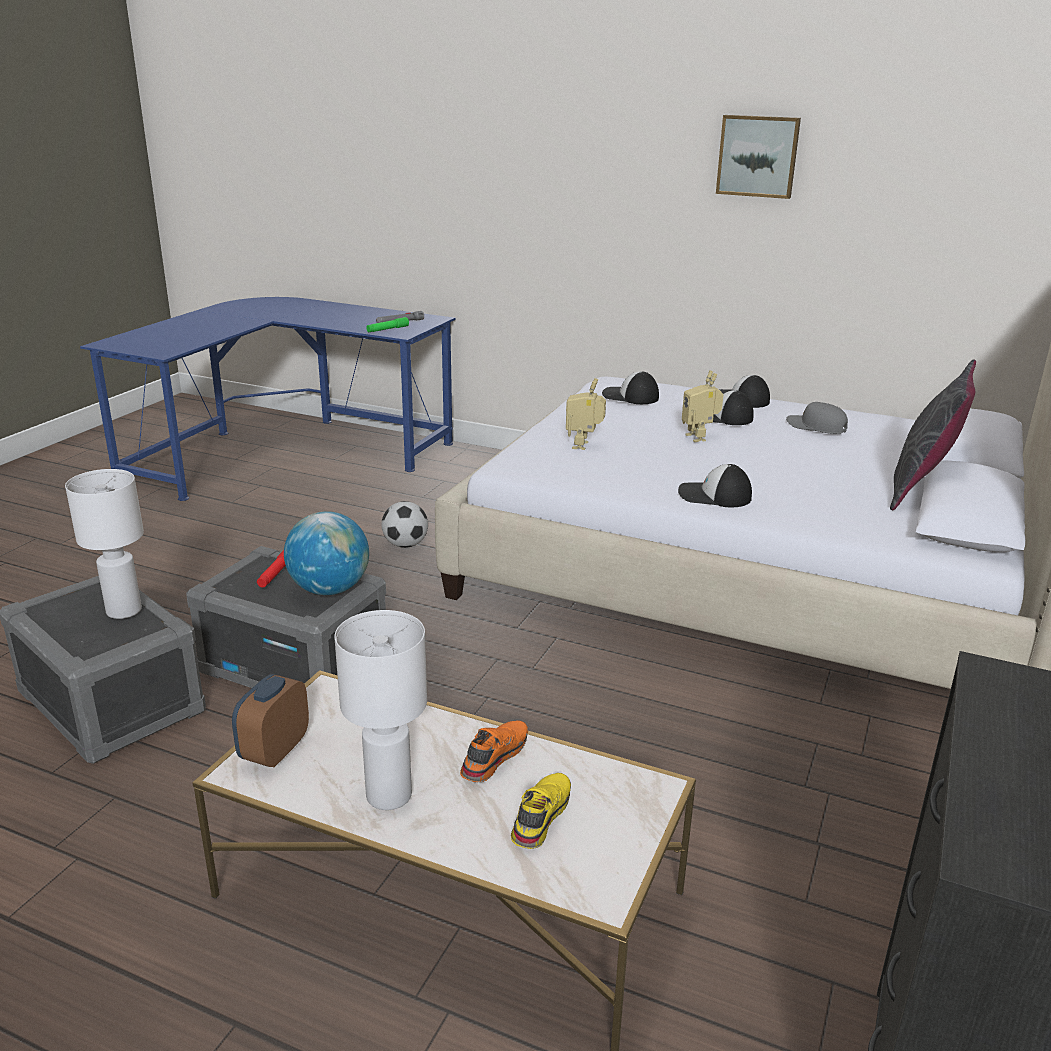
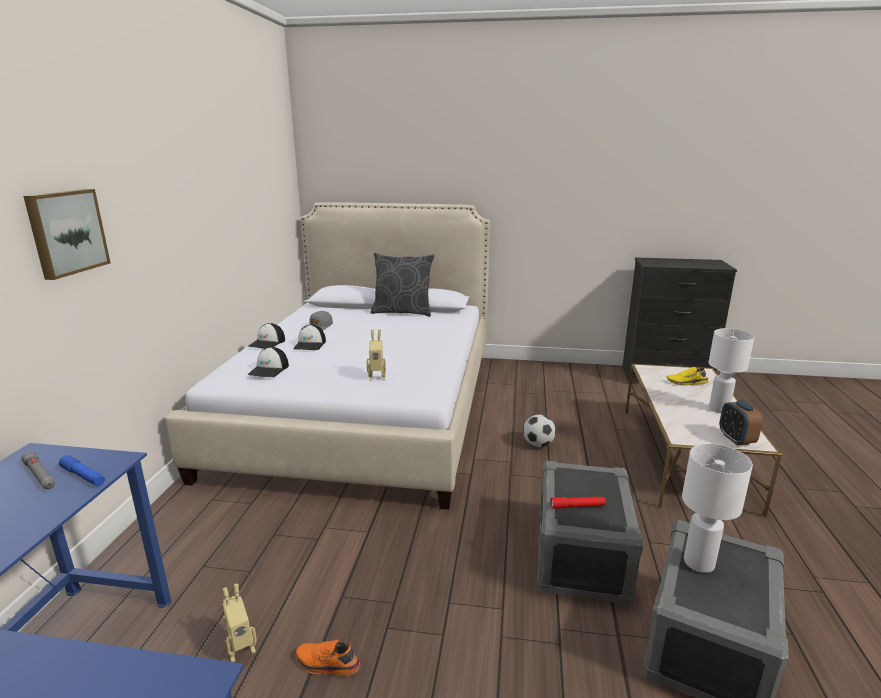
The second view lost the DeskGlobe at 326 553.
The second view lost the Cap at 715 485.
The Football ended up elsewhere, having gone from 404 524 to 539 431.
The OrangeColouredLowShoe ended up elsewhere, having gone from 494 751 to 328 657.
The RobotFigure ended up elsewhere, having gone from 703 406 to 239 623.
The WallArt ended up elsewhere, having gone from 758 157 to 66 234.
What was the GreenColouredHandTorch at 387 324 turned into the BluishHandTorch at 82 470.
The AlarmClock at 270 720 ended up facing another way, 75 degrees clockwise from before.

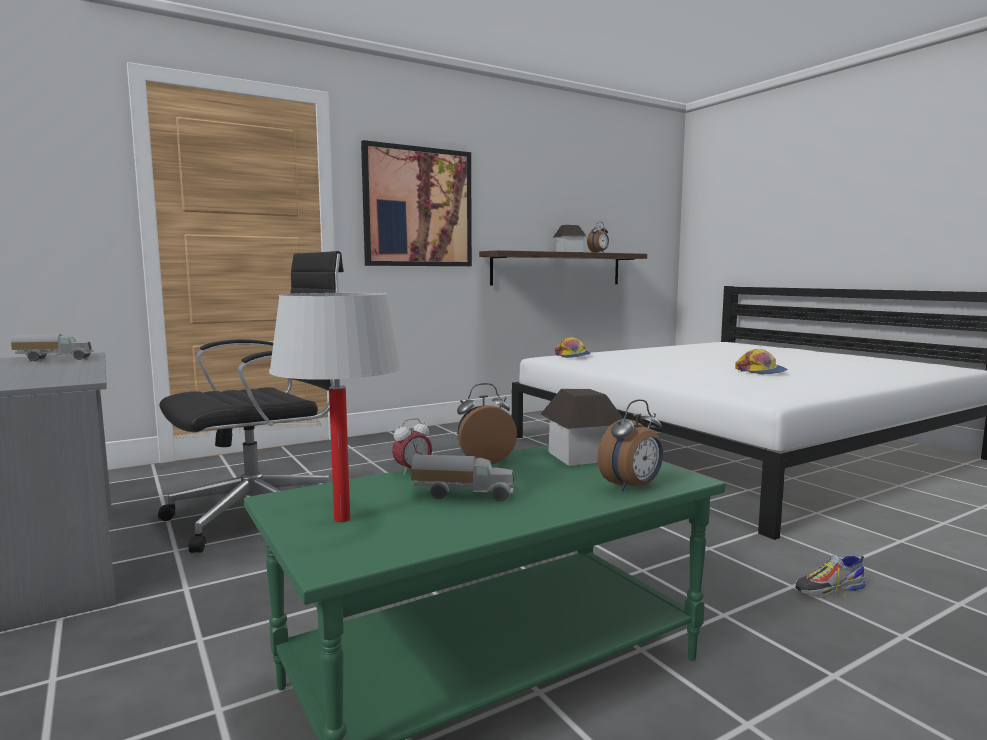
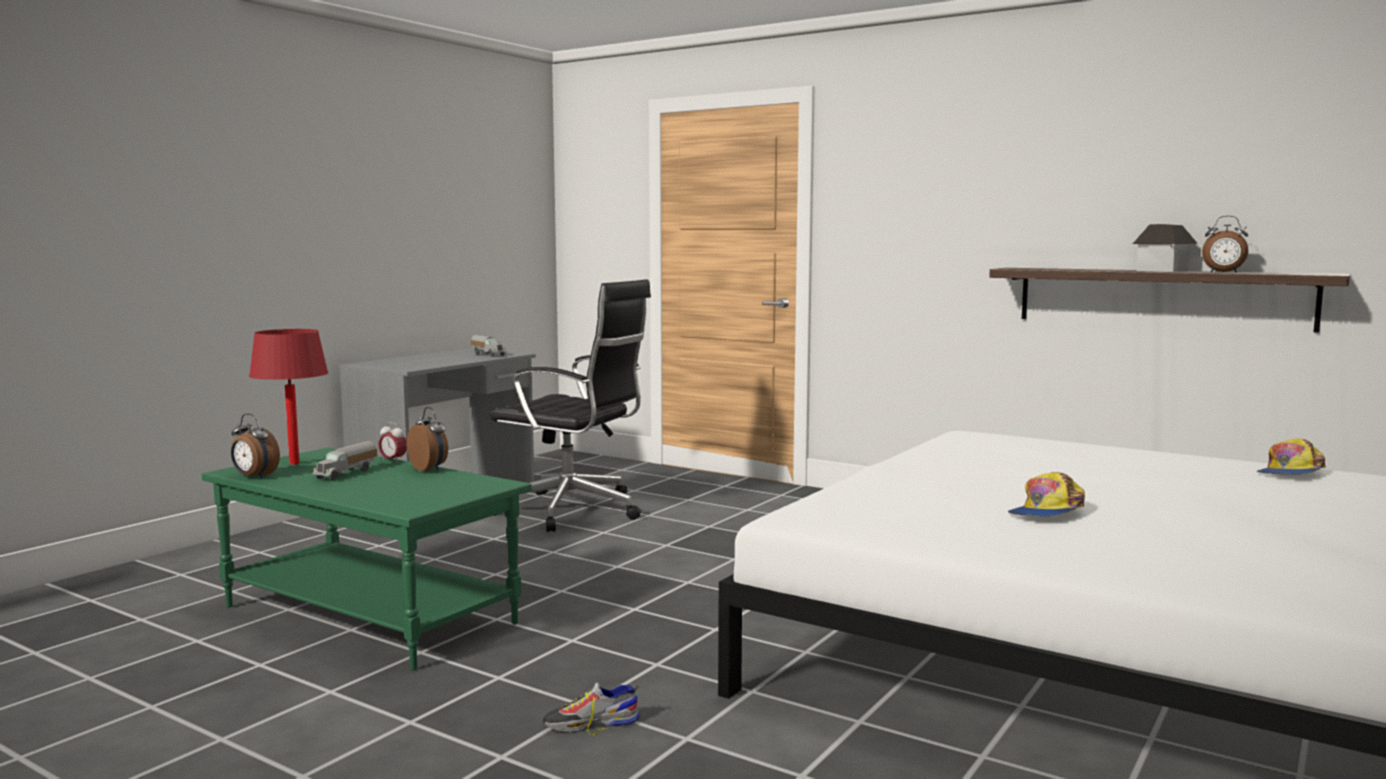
The second view lost the WallArt at 416 203.
The second view lost the MiniatureHouse at 582 427.
The Cap ended up elsewhere, having gone from 573 347 to 1291 456.
The AlarmClock ended up elsewhere, having gone from 630 445 to 255 446.
What was the WhiteColouredTableLamp at 335 407 turned into the RedTableLamp at 288 397.
The ToyLorry at 463 478 ended up facing another way, 45 degrees clockwise from before.
The LowShoe at 830 577 ended up facing another way, 60 degrees counterclockwise from before.

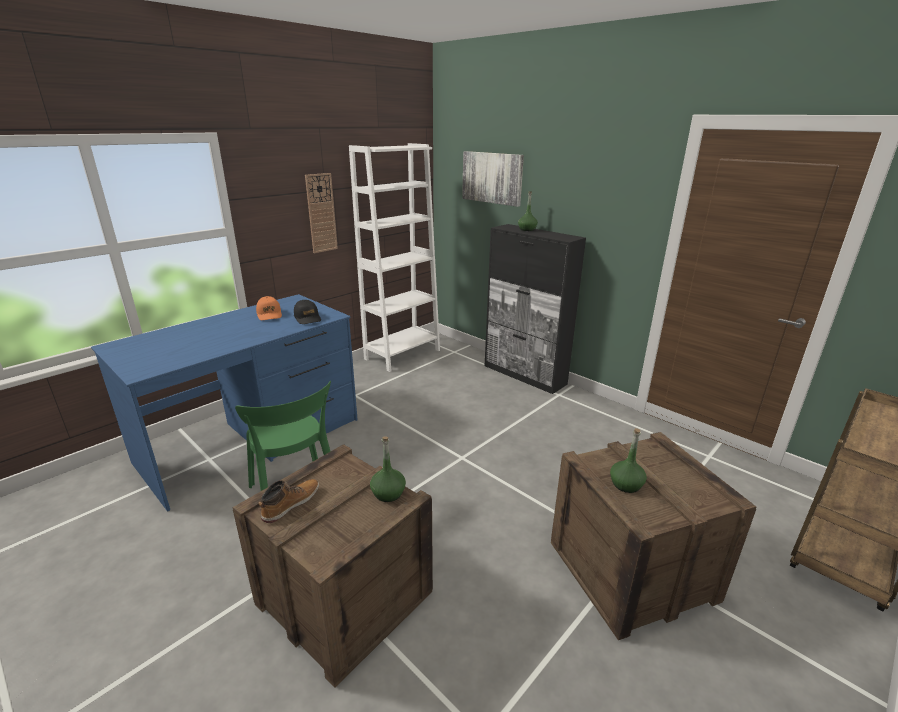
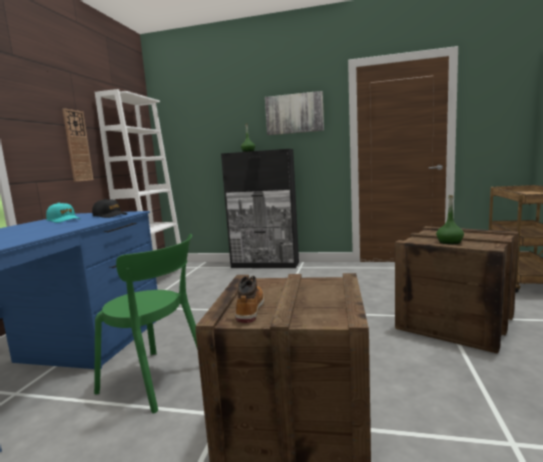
The second view lost the GreenColouredBeverageBottle at 388 469.
The WallArt ended up elsewhere, having gone from 493 179 to 294 113.
What was the OrangeColouredCap at 269 308 turned into the TurquoiseColouredCap at 63 213.

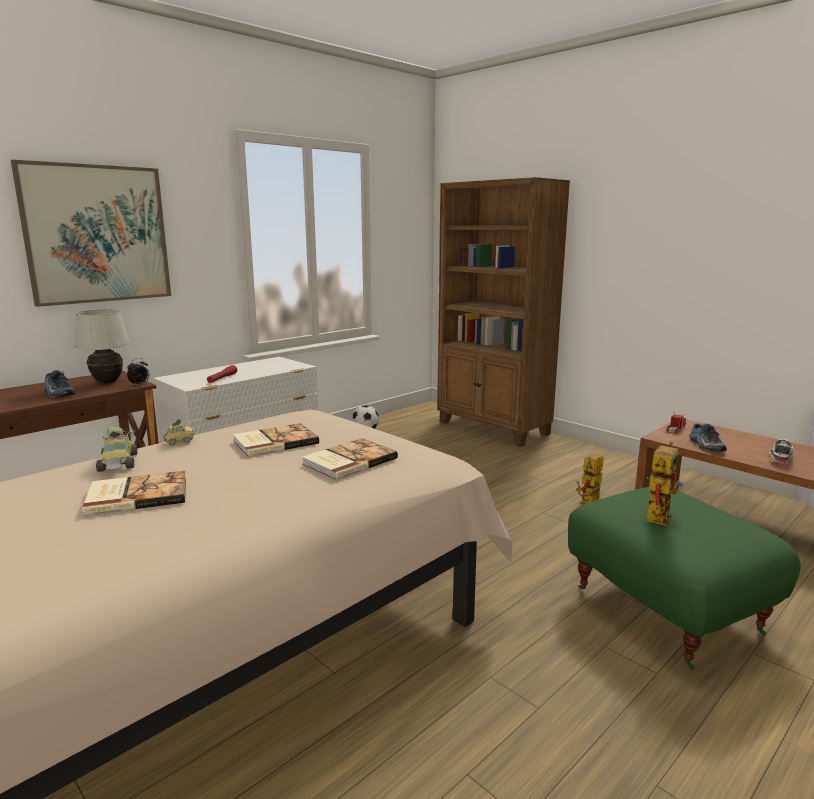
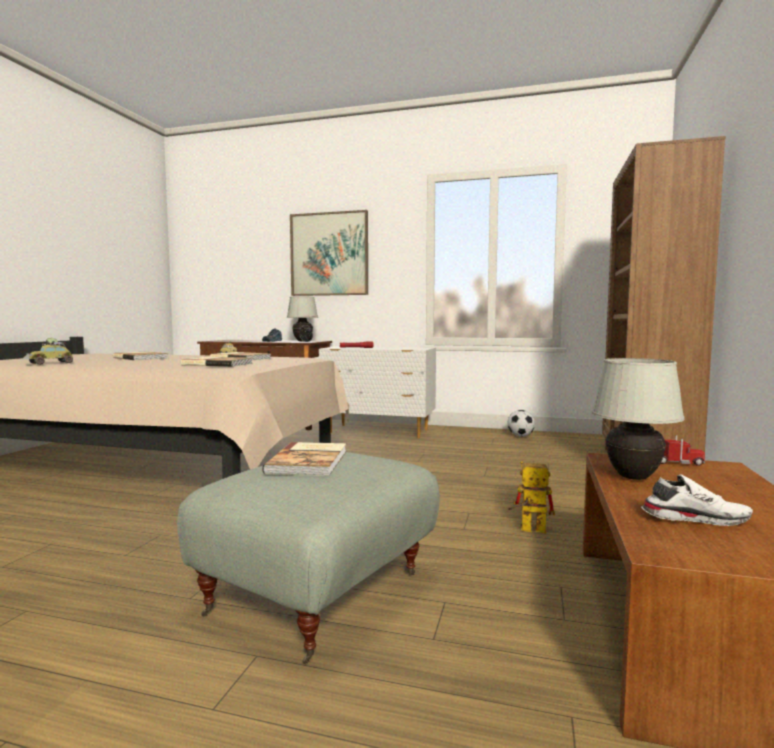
The MiniatureCar ended up elsewhere, having gone from 117 449 to 47 351.
Where the RobotFigure stood at 665 484, the BoundBook came to stand at 304 459.
Where the LowShoe stood at 708 438, the WhiteColouredTableLamp came to stand at 638 419.
What was the GreenColouredFootrest at 684 578 turned into the GrayFootrest at 308 558.

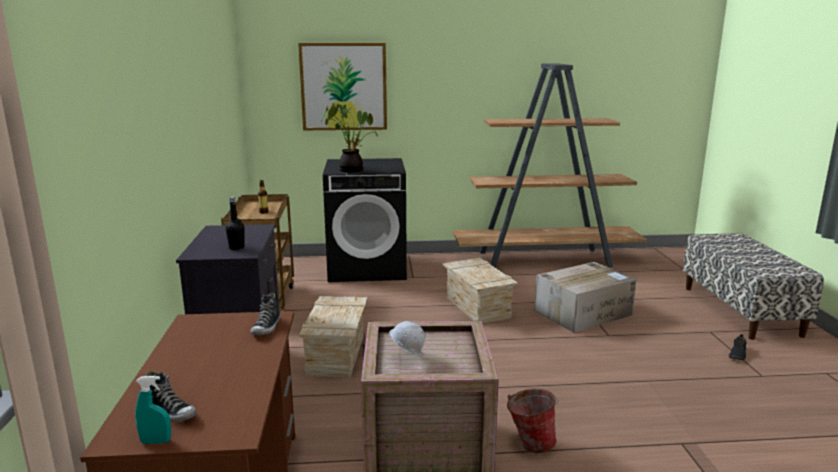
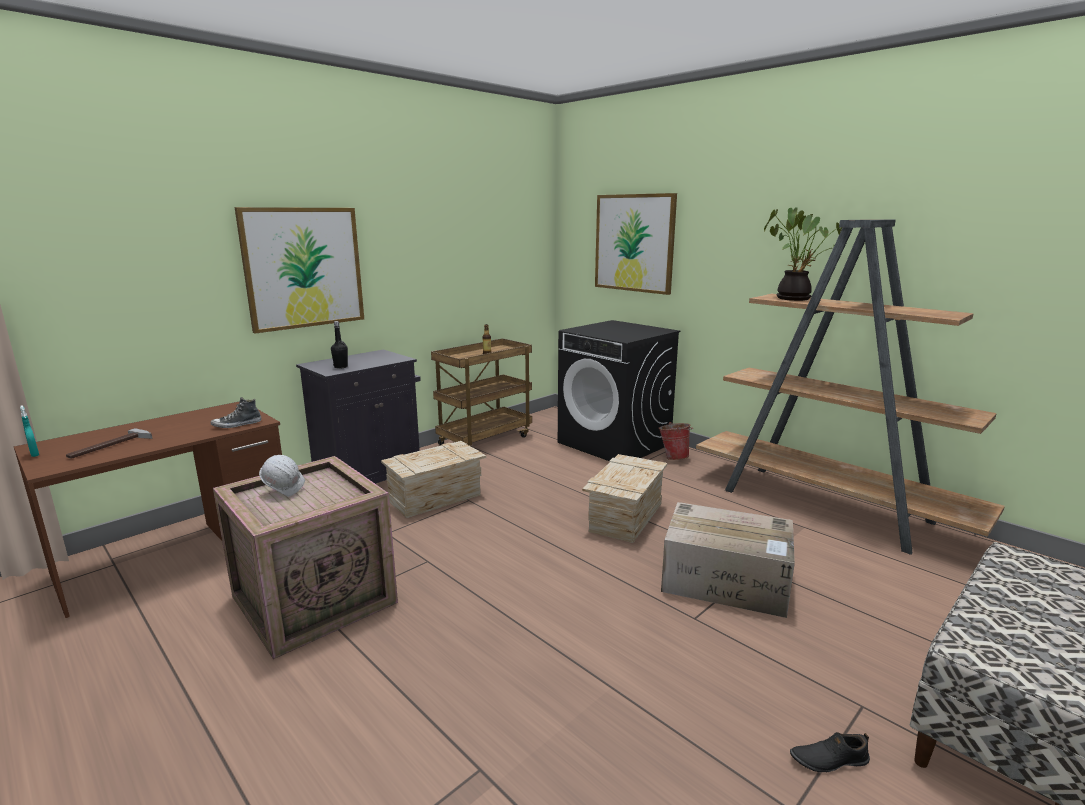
The second view lost the LowShoe at 170 396.
The second view gained the ToolHammer at 109 443.
The second view gained the WallArt at 299 270.
The Houseplant ended up elsewhere, having gone from 350 137 to 803 254.
The WaterBucket ended up elsewhere, having gone from 532 420 to 675 441.

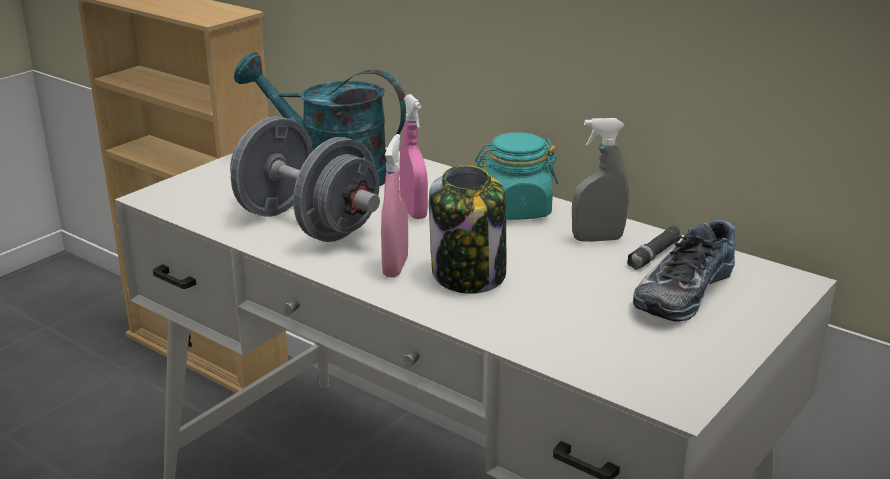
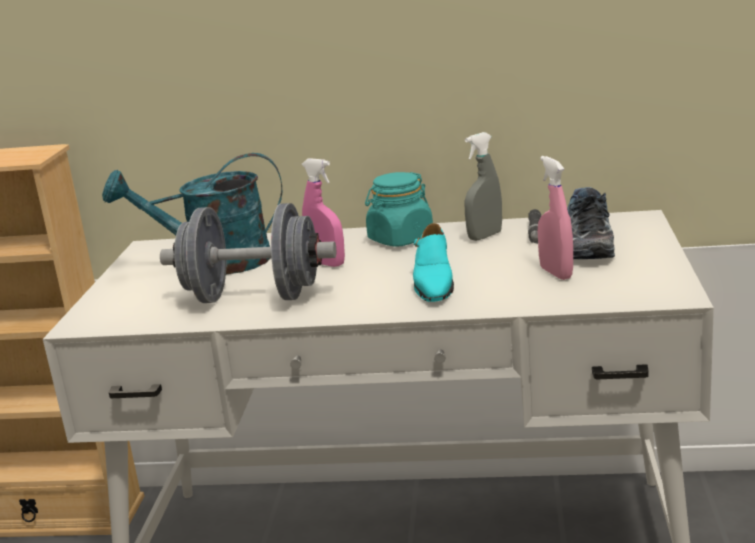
The PinkishHandSprayer ended up elsewhere, having gone from 394 206 to 555 218.
Where the StorageJar stood at 467 229, the TurquoiseColouredLowShoe came to stand at 433 262.

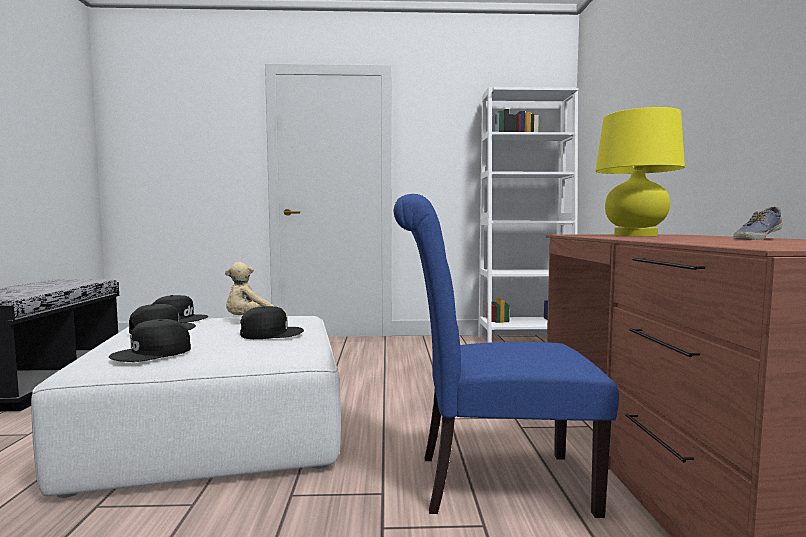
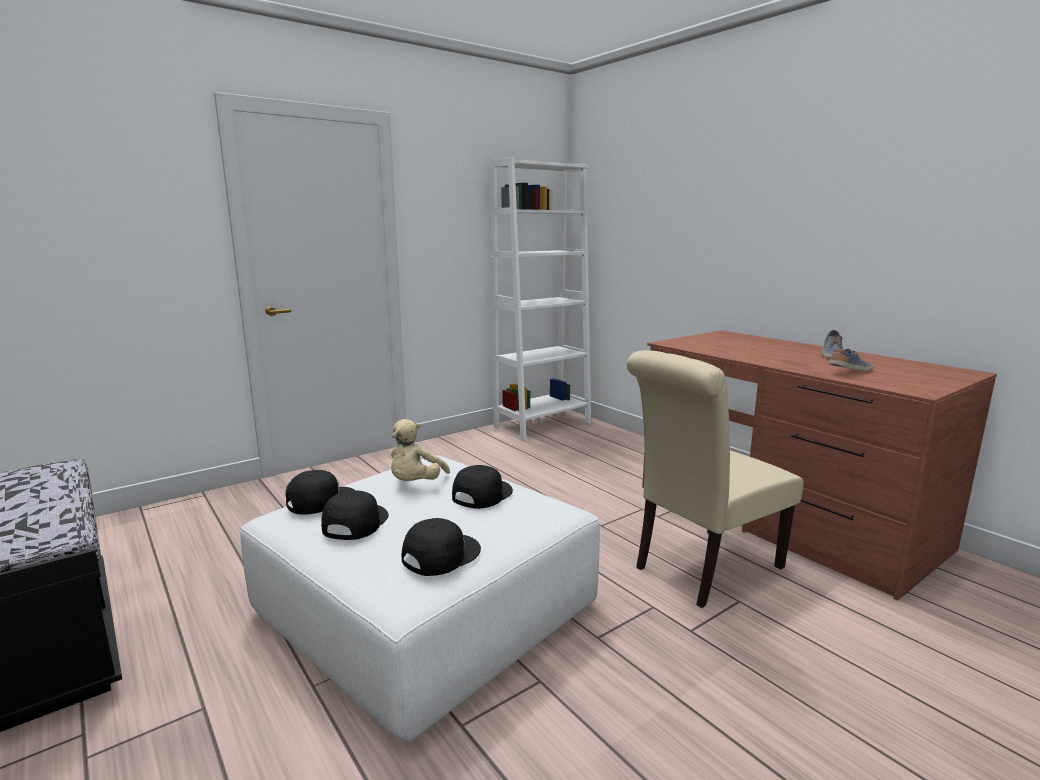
The second view lost the YellowColouredTableLamp at 640 171.
The second view gained the LowShoe at 851 359.
What was the BluishChair at 506 356 turned into the BeigeChair at 715 479.
The BlackishCap at 150 340 ended up facing another way, 150 degrees counterclockwise from before.

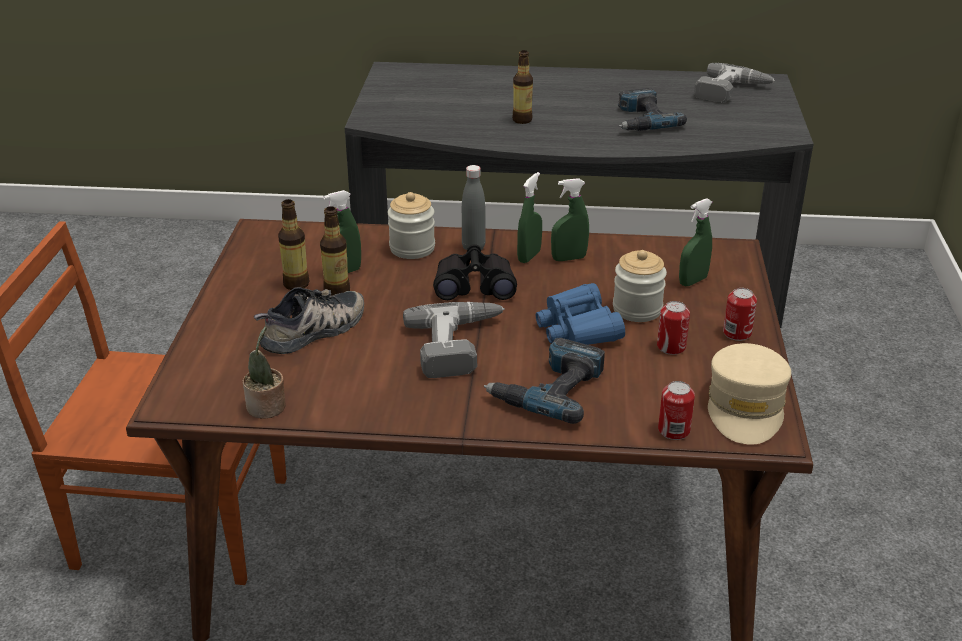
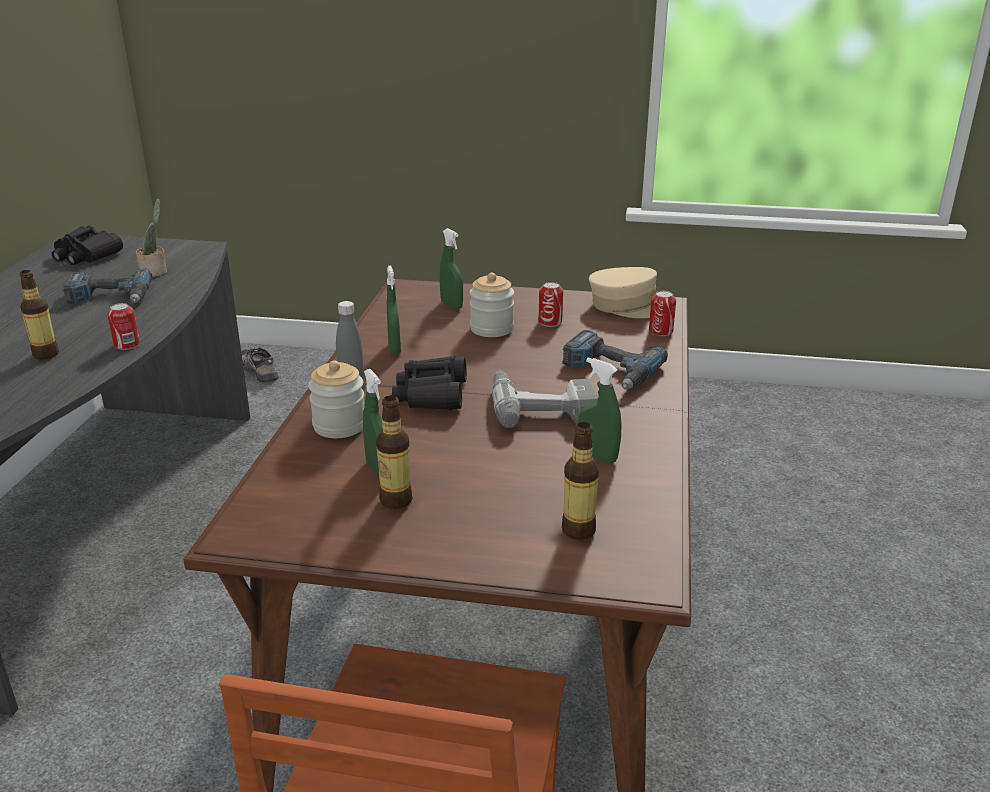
The second view lost the BluishPairOfBinoculars at 580 314.
The Houseplant ended up elsewhere, having gone from 264 373 to 151 238.
The LowShoe ended up elsewhere, having gone from 309 320 to 260 364.
The BeverageBottle ended up elsewhere, having gone from 335 251 to 580 481.
The GreenColouredHandSprayer ended up elsewhere, having gone from 529 217 to 599 411.
The SealedCan ended up elsewhere, having gone from 740 314 to 123 326.
Where the PowerDrill stood at 734 83, the BlackishPairOfBinoculars came to stand at 87 245.

